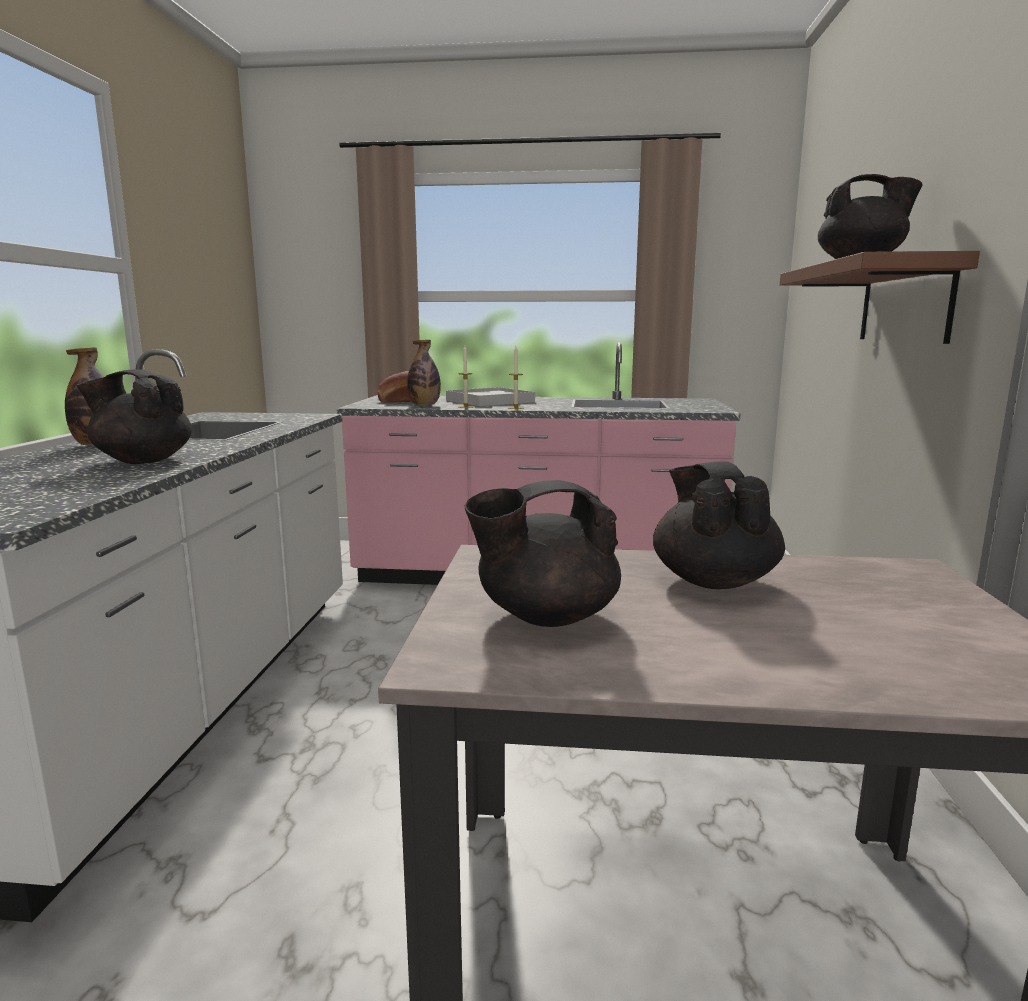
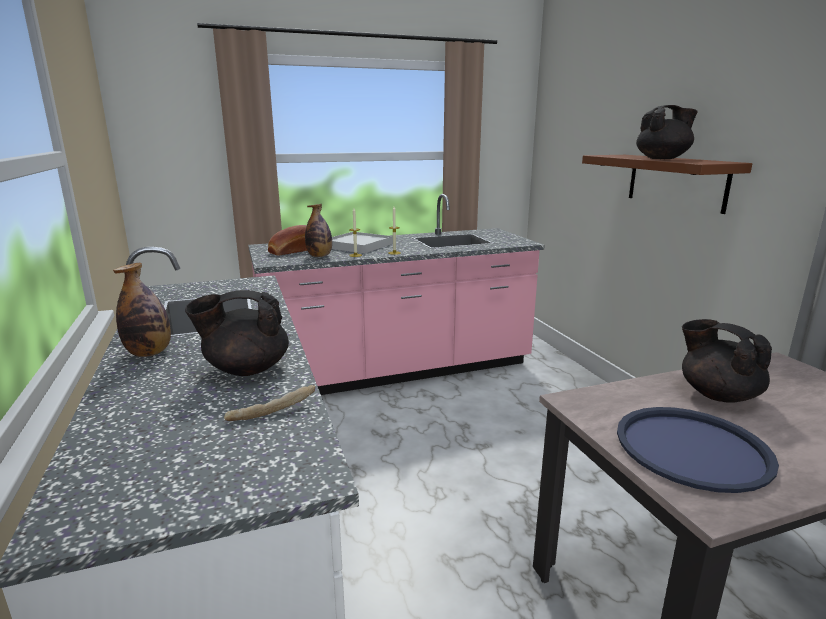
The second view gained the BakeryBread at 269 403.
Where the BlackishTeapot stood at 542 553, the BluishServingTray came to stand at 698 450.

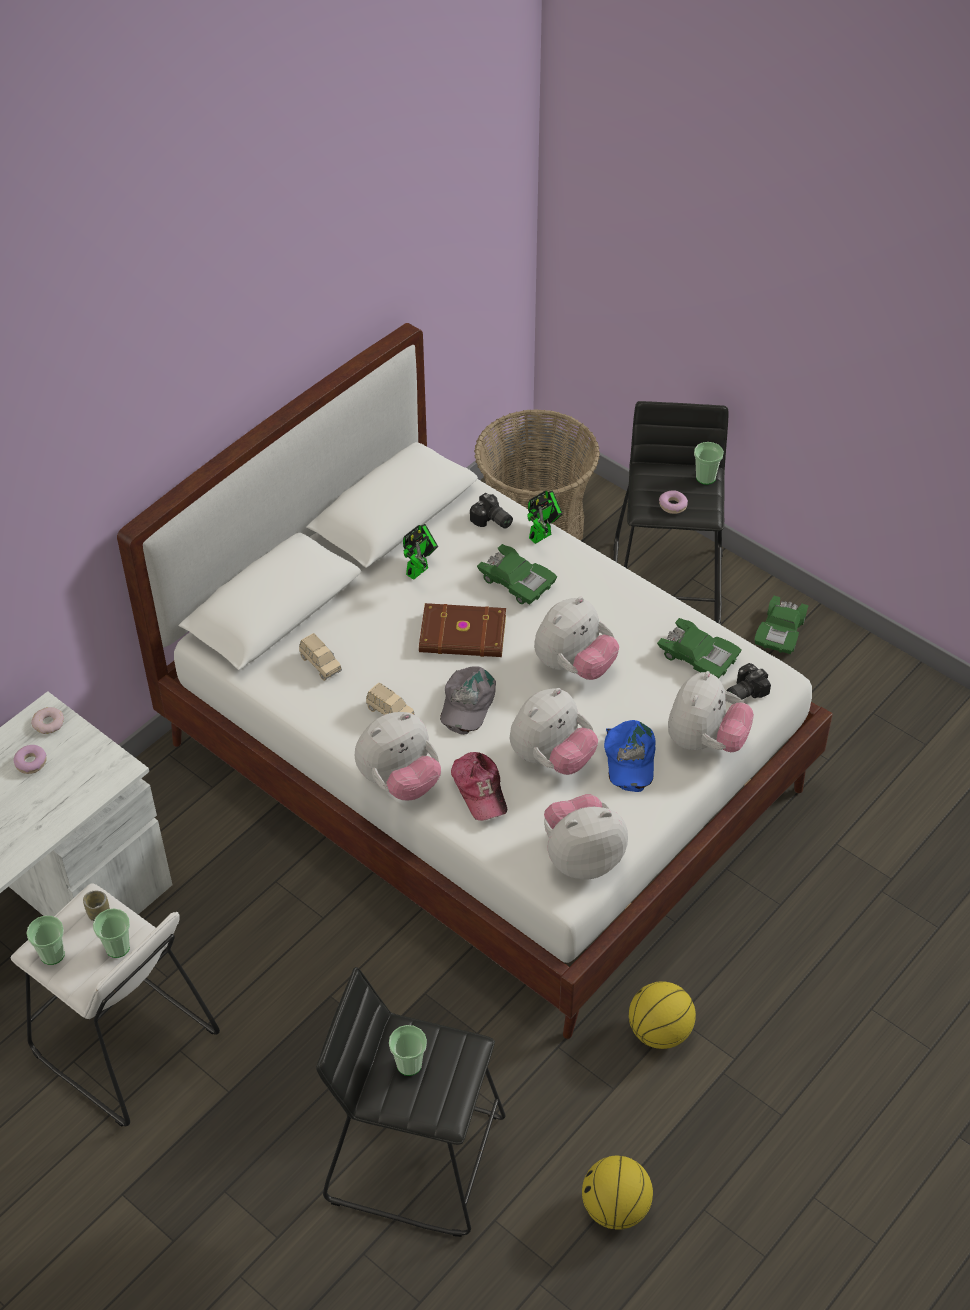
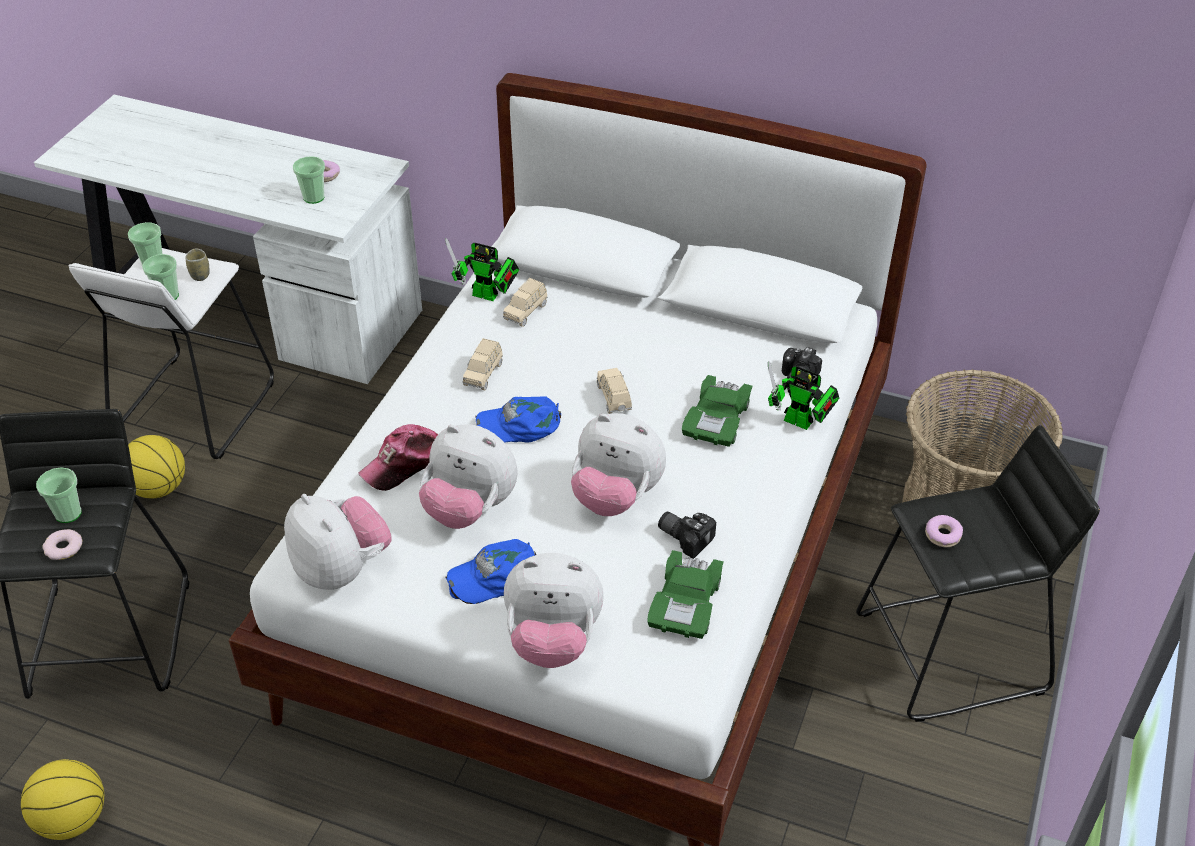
The second view lost the CuddlyToy at 398 756.
The second view lost the GreenColouredMiniatureCar at 782 625.
The Donut ended up elsewhere, having gone from 47 720 to 62 544.
The RobotFigure ended up elsewhere, having gone from 420 552 to 482 269.
The BallForBasketball ended up elsewhere, having gone from 662 1015 to 156 466.
The SmallCup ended up elsewhere, having gone from 709 463 to 309 180.
The StillCamera ended up elsewhere, having gone from 749 681 to 687 535.
Where the BrownColouredBoundBook stood at 462 630, the BeigeMiniatureCar came to stand at 614 391.
What was the GrayCap at 468 700 turned into the BluishCap at 518 419.

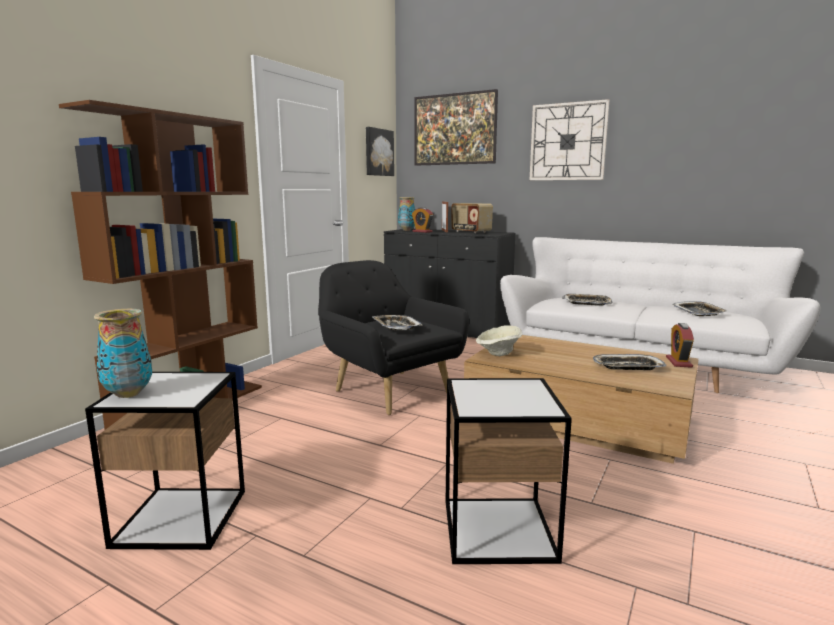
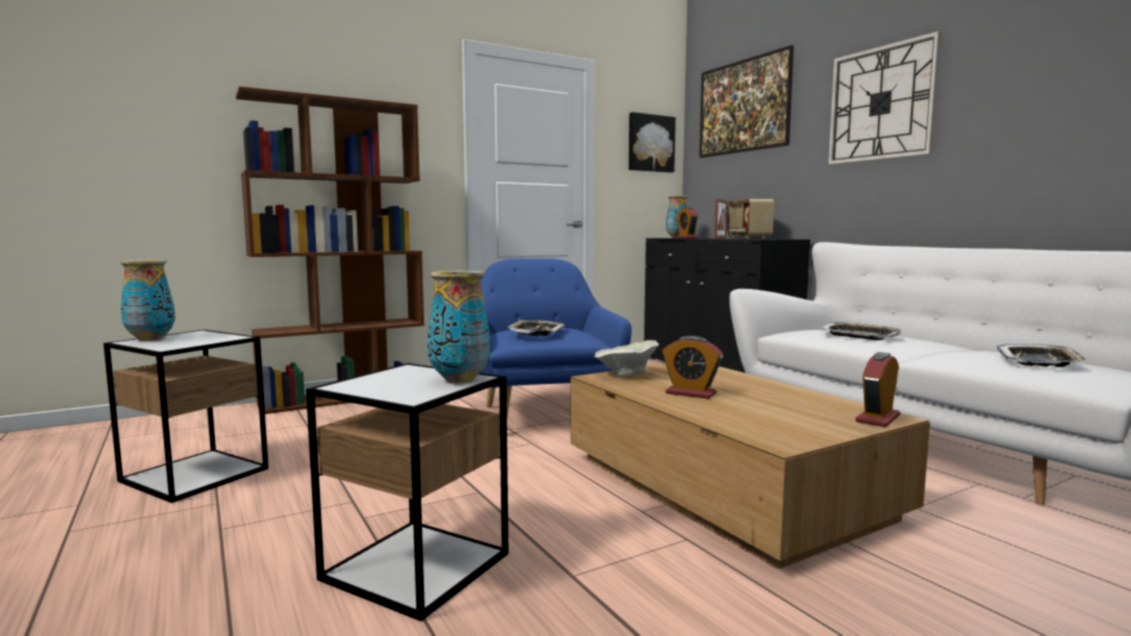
The second view lost the ServingTray at 629 362.
The second view gained the FlowerVase at 458 327.
The second view gained the AlarmClock at 692 367.
What was the BlackishArmchair at 393 337 turned into the BluishArmchair at 556 347.

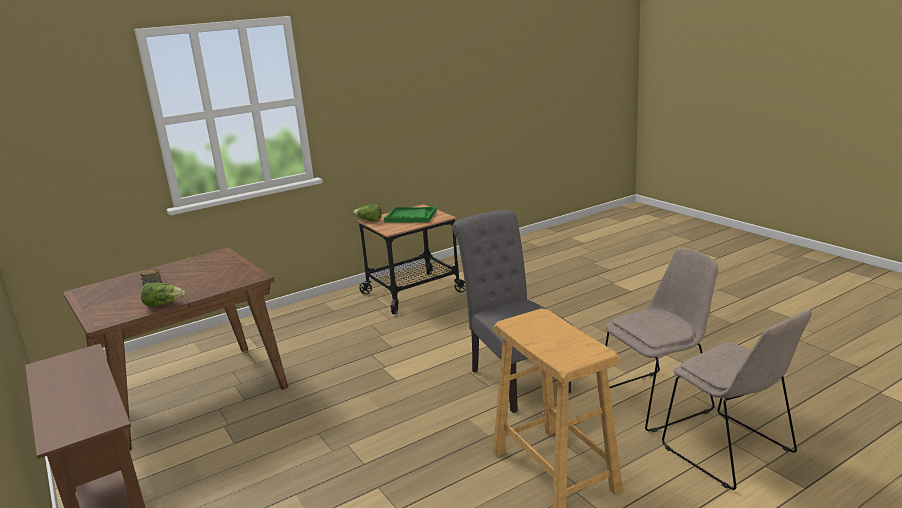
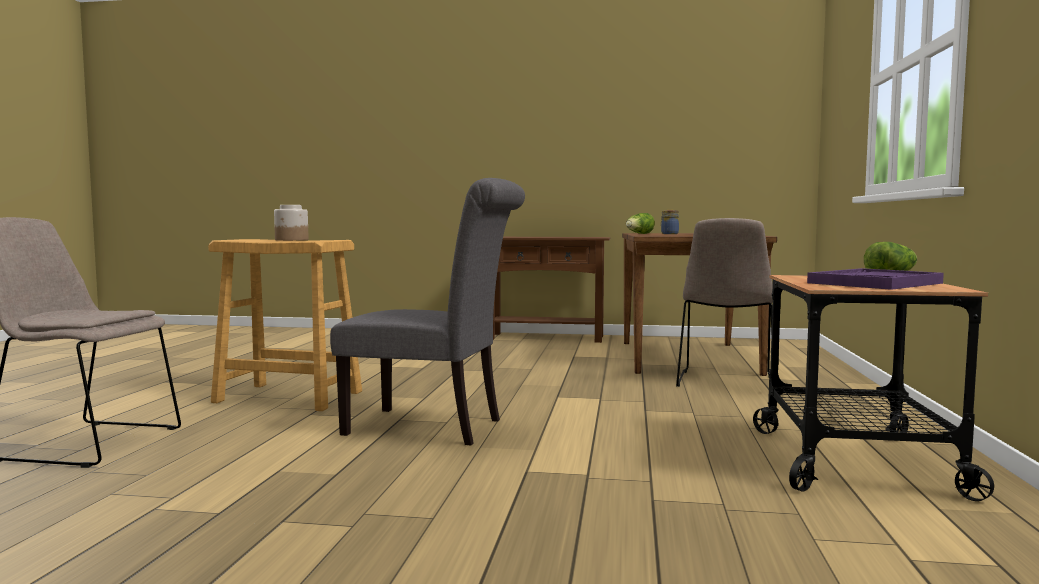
The second view gained the StorageJar at 291 223.
The BeigeChair ended up elsewhere, having gone from 661 340 to 724 302.
What was the GreenColouredServingTray at 410 215 turned into the PurpleColouredServingTray at 875 279.

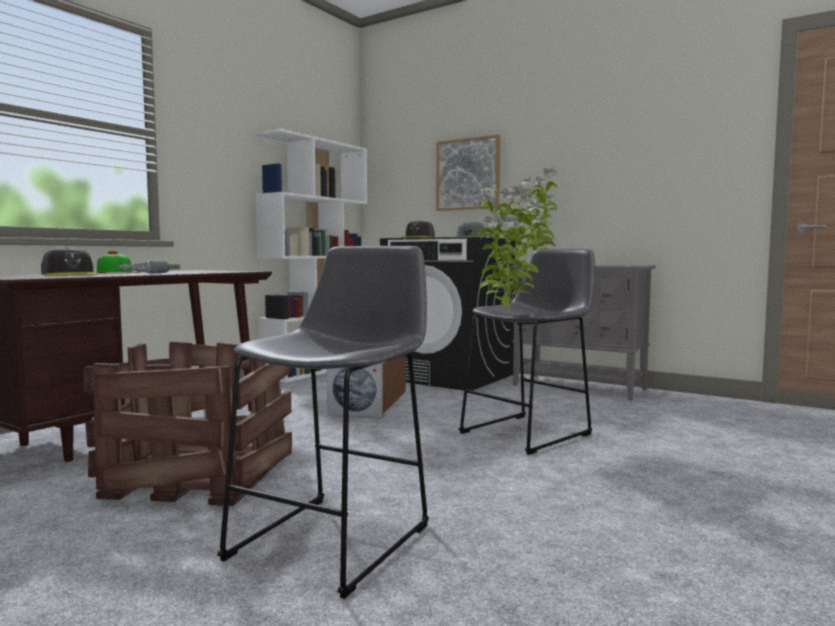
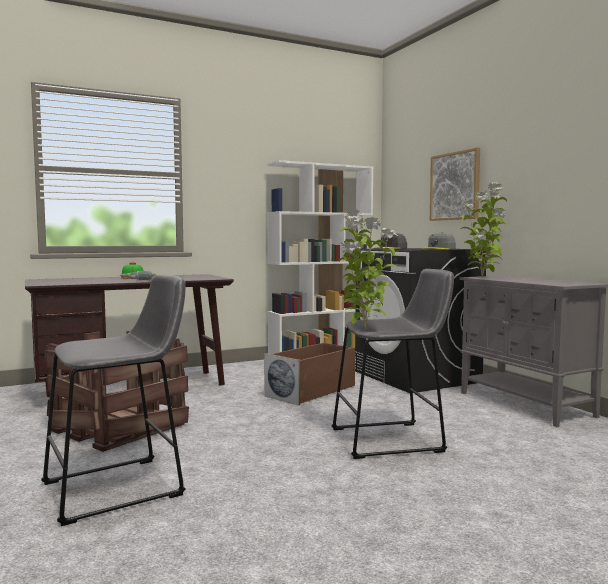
The second view lost the GrayCap at 69 261.

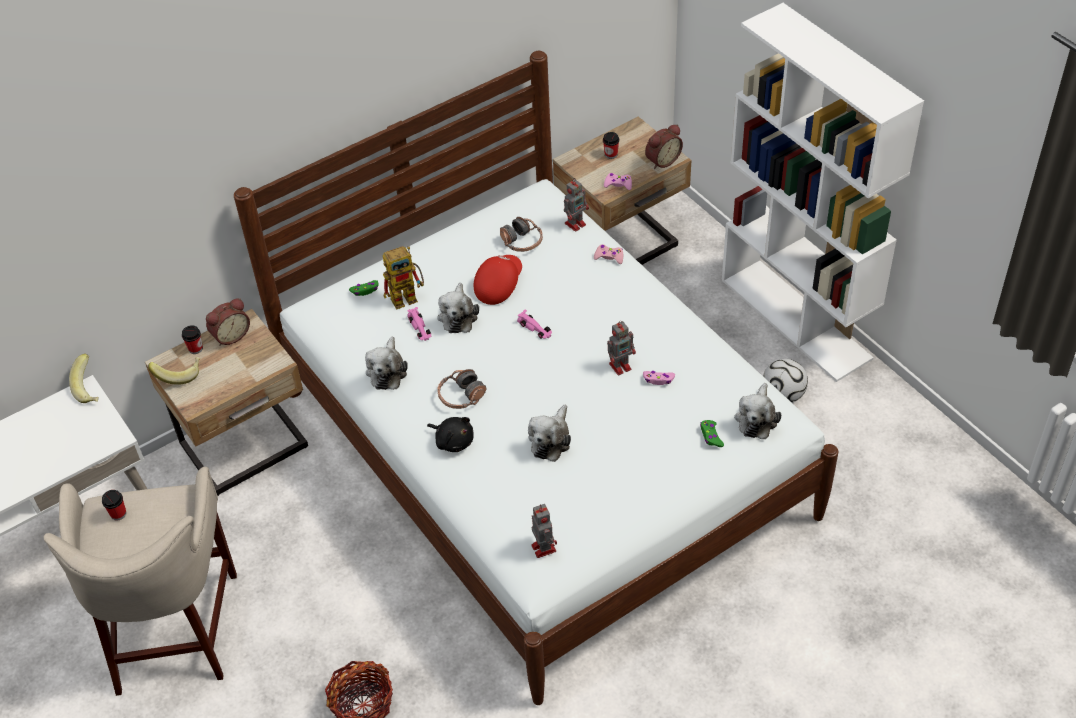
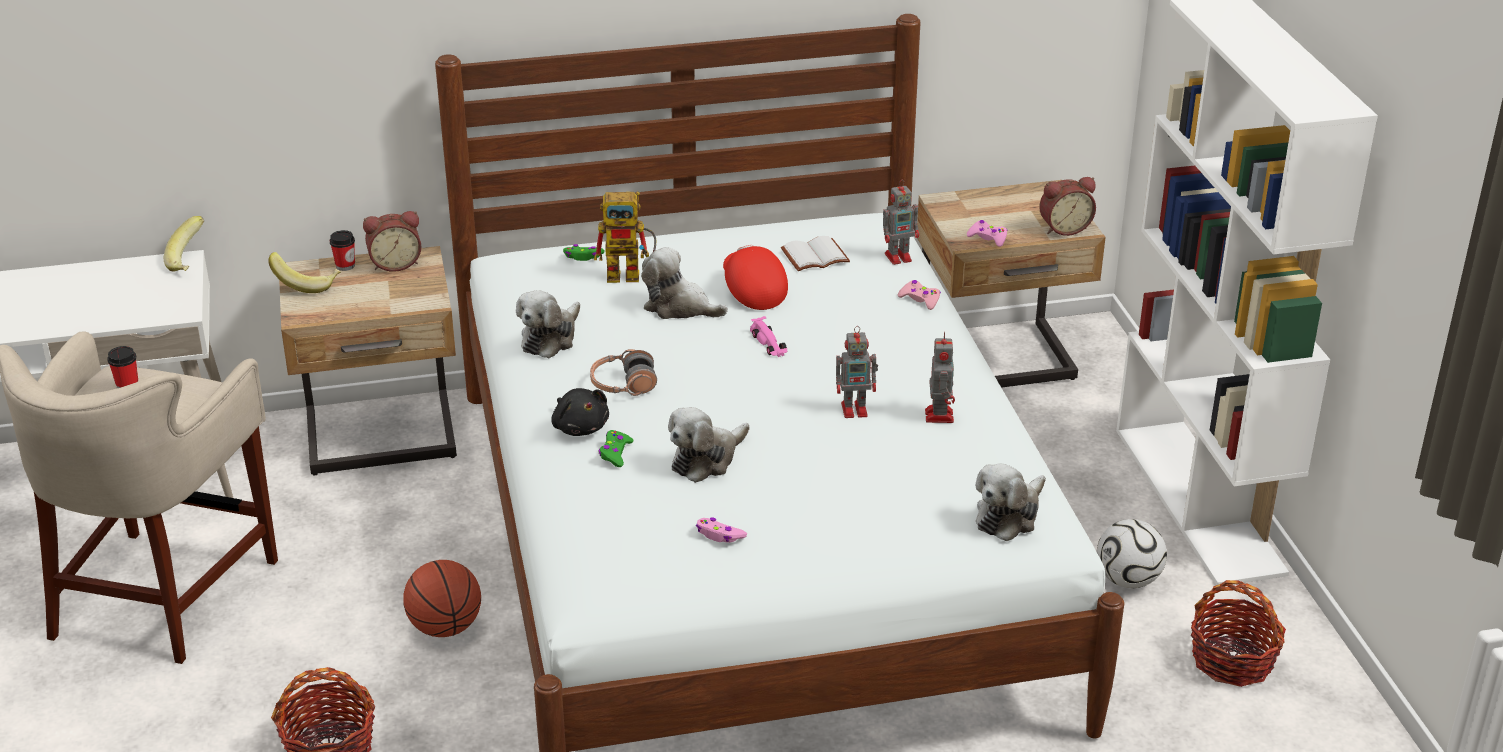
The second view lost the PinkishMiniatureCar at 419 324.
The second view lost the SmallCup at 611 145.
The second view gained the BallForBasketball at 442 598.
The second view gained the HouseholdBasket at 1238 633.
The RobotFigure ended up elsewhere, having gone from 544 531 to 940 377.
The PinkishGamepad ended up elsewhere, having gone from 659 378 to 721 530.
The GreenColouredGamepad ended up elsewhere, having gone from 712 433 to 616 448.
Where the Headphones stood at 521 234, the WhiteColouredBoundBook came to stand at 815 253.
The CuddlyToy at 458 308 ended up facing another way, 90 degrees clockwise from before.
The RedCap at 498 280 ended up facing another way, 75 degrees counterclockwise from before.

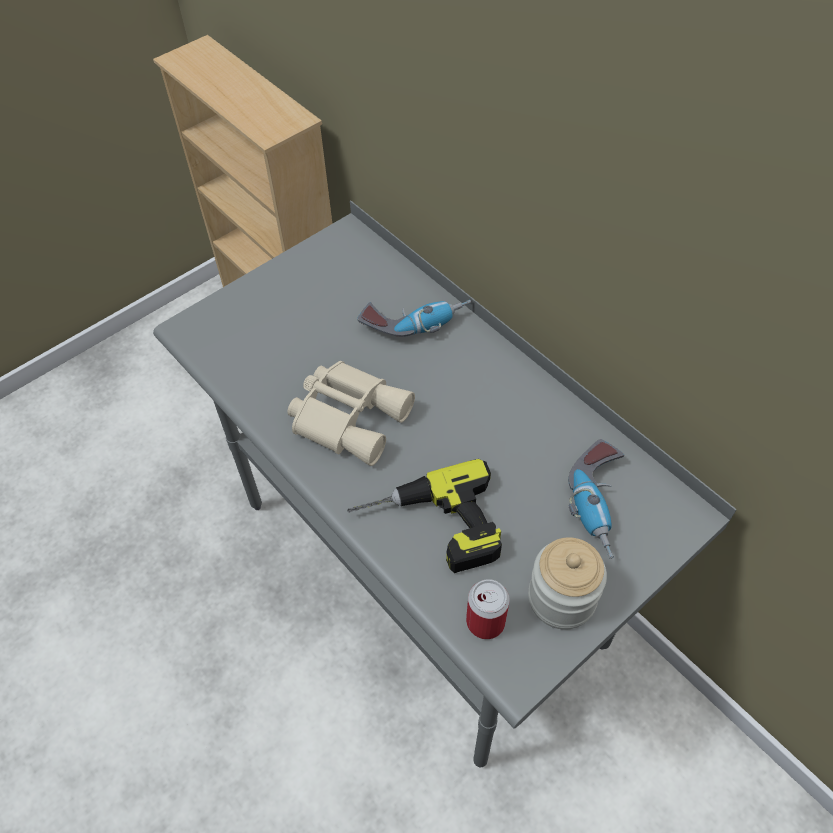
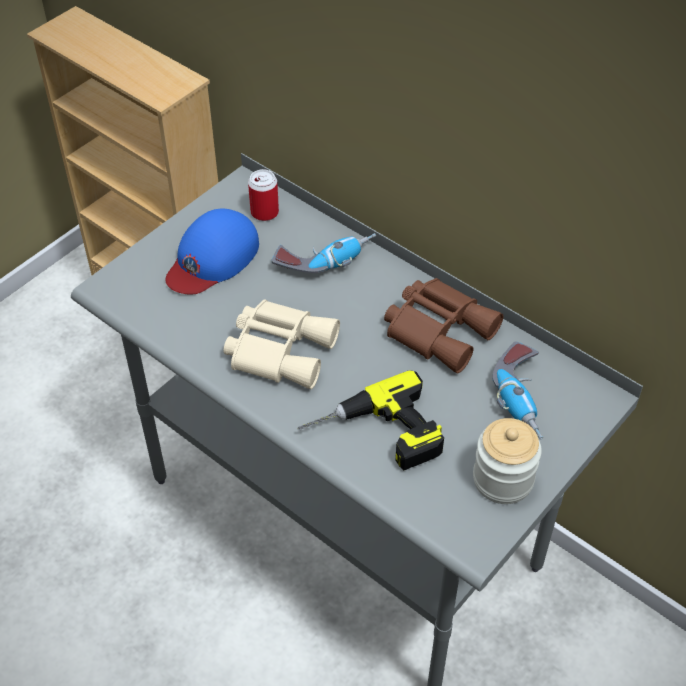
The second view gained the BluishCap at 212 251.
The second view gained the BrownColouredPairOfBinoculars at 443 326.
The SealedCan ended up elsewhere, having gone from 488 609 to 263 195.

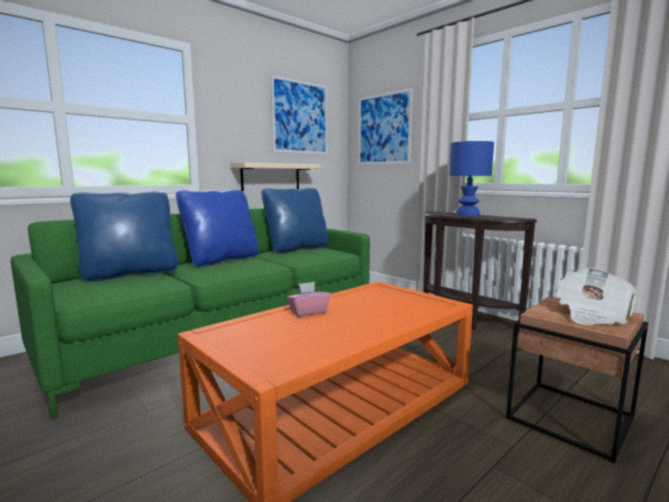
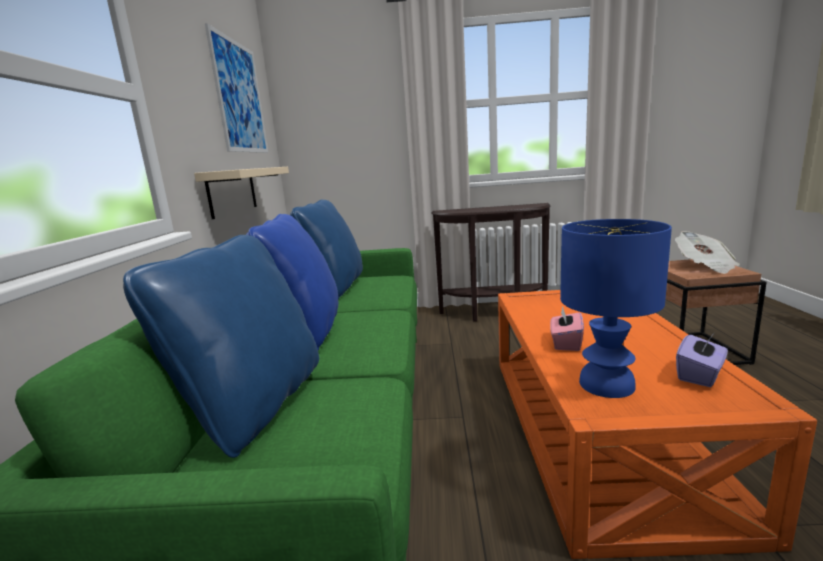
The second view lost the WallArt at 385 126.
The second view gained the PurpleColouredBoxOfTissues at 702 359.
The BluishTableLamp ended up elsewhere, having gone from 471 178 to 616 308.

